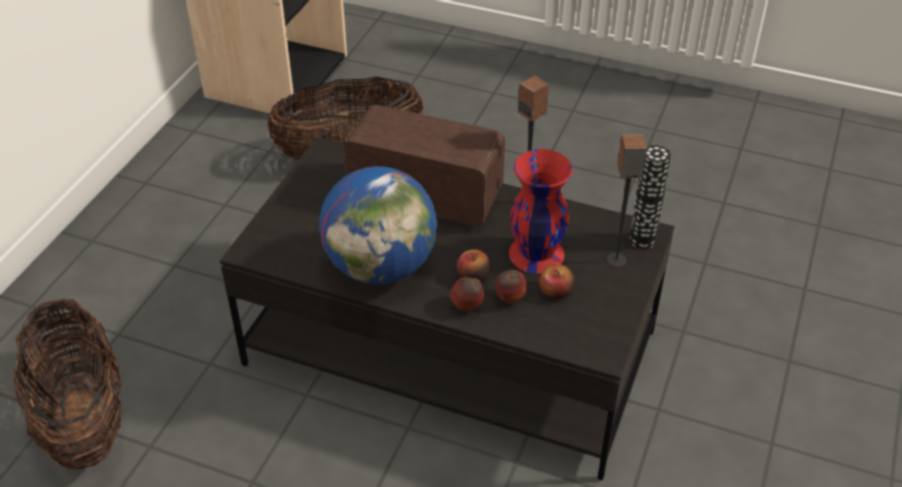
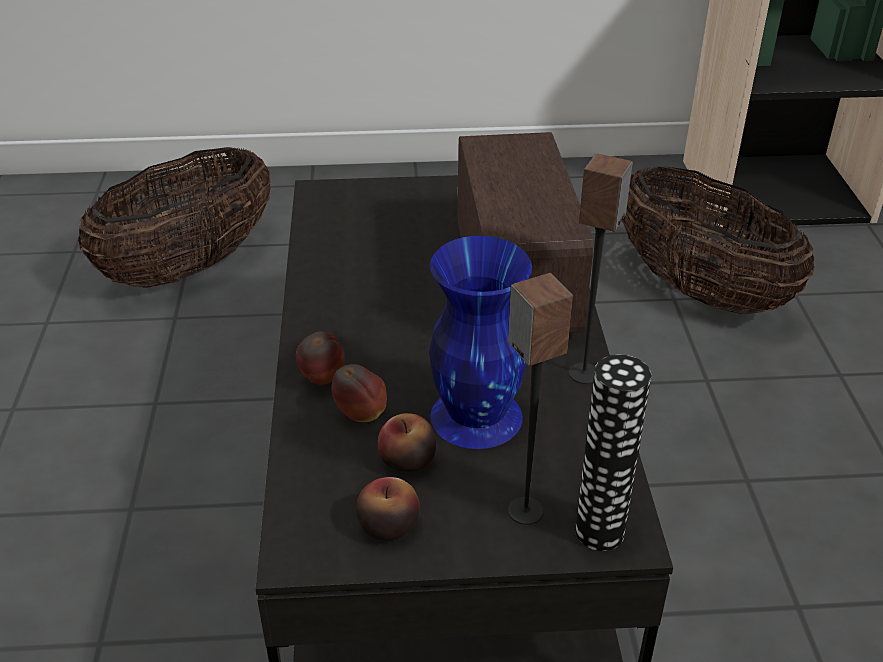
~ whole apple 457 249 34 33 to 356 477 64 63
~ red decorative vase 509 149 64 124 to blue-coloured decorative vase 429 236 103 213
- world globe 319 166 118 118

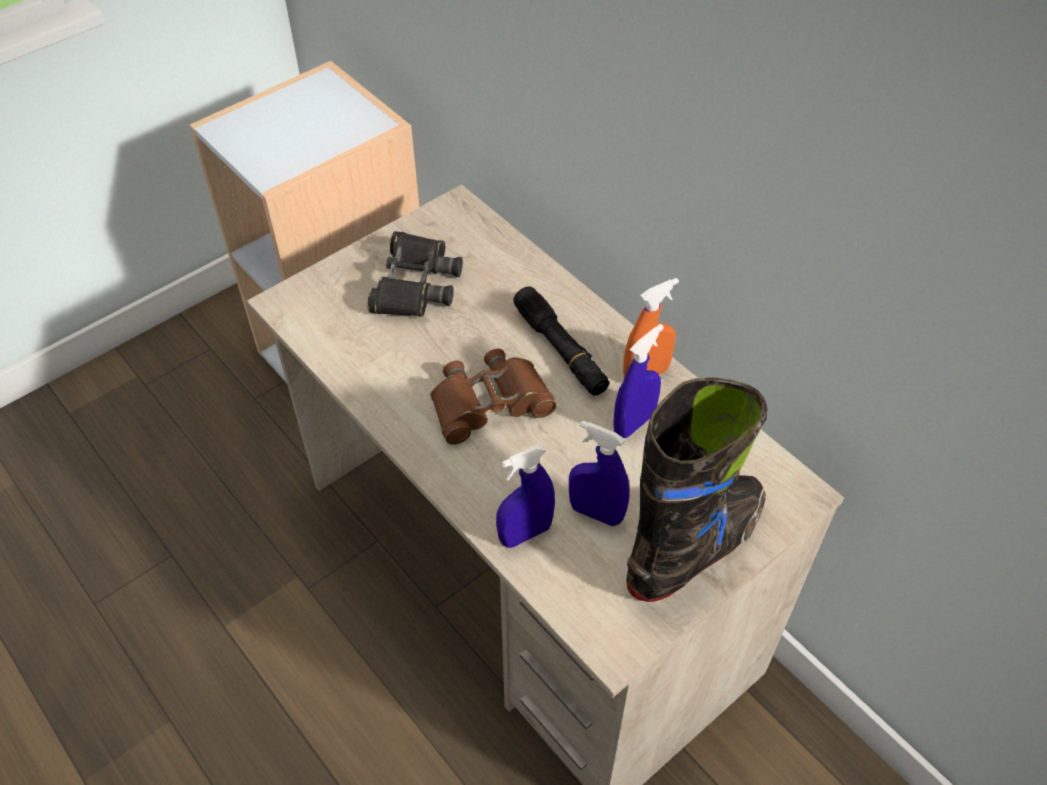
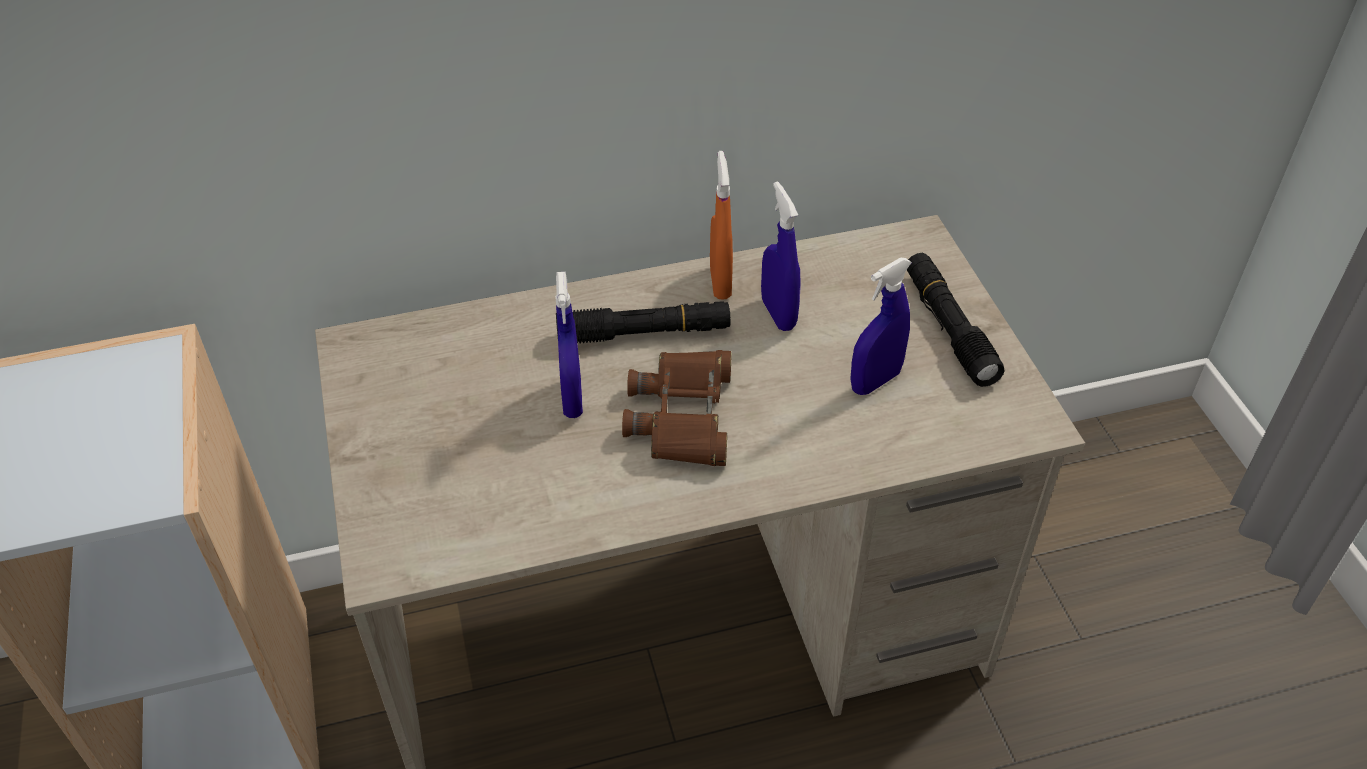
~ blue-coloured sprayer 496 445 59 103 to 555 272 28 146
~ blackish high-top boot 626 377 142 225 to blackish hand torch 907 253 97 134
- blackish field glasses 367 231 96 86

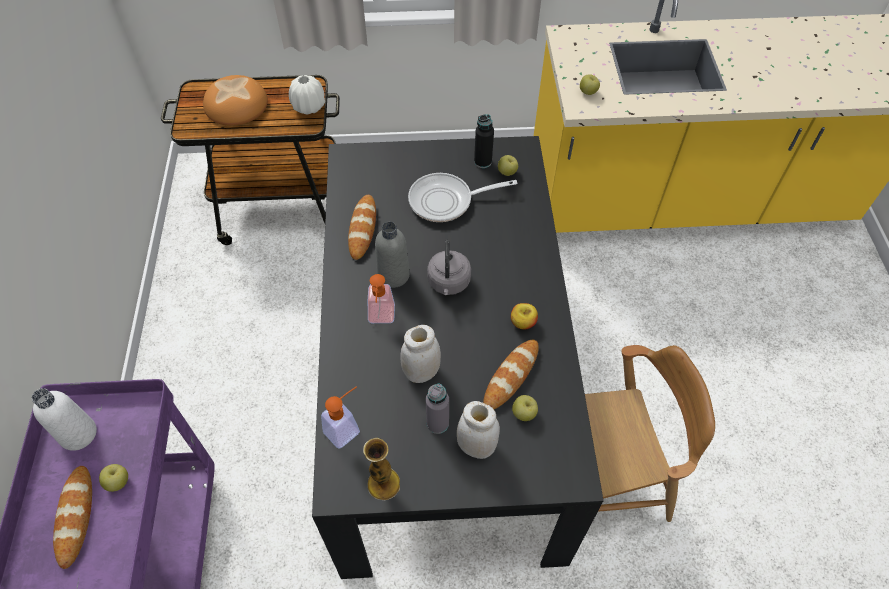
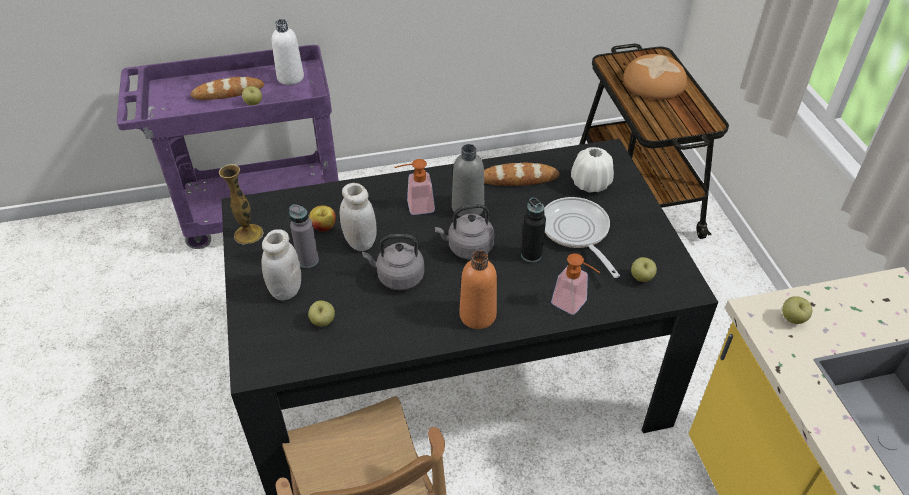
~ whole apple 511 303 27 26 to 309 206 27 26
+ greyish water kettle 362 234 62 56
+ orange bottle 459 250 38 79
~ blackish bottle 474 114 20 54 to 521 197 25 65
~ soap bottle 321 386 39 63 to 551 253 49 62
~ white-coloured decorative vase 289 75 36 40 to 571 147 43 46
- baked bread 483 340 56 69

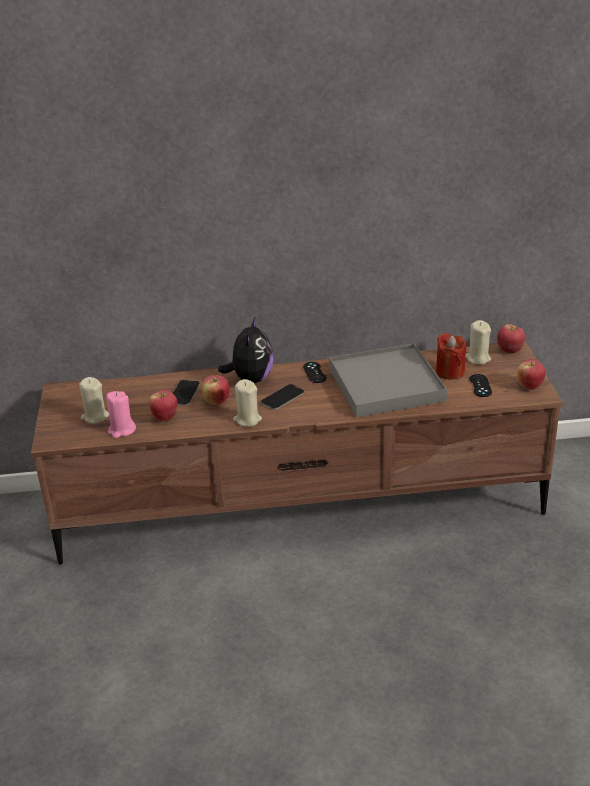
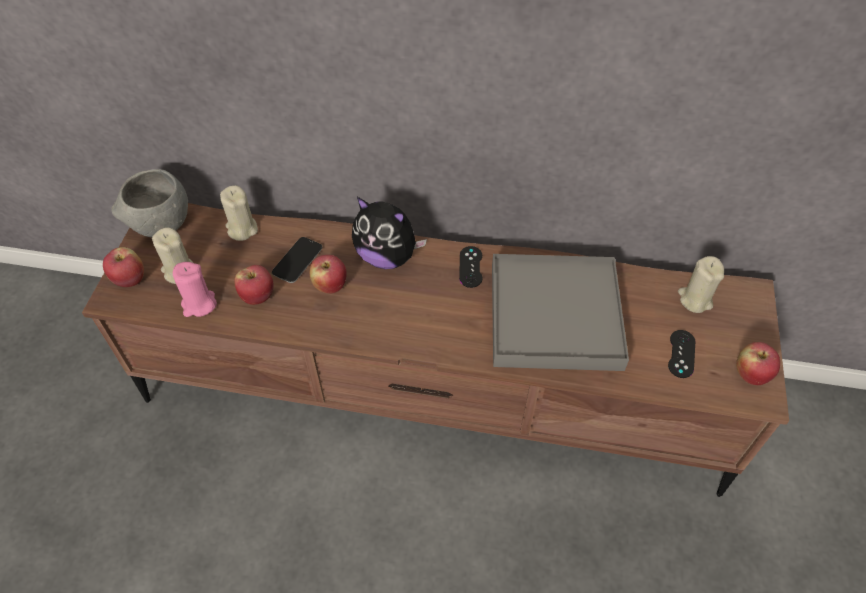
~ whole apple 497 324 28 30 to 103 247 41 40
+ greyish bowl 111 169 77 69
~ sand-coloured wax light 233 379 29 48 to 220 185 38 56
~ soft toy 218 316 55 67 = 352 197 75 72 90 degrees clockwise
- phone 261 384 43 26
- red wax light 436 333 31 46

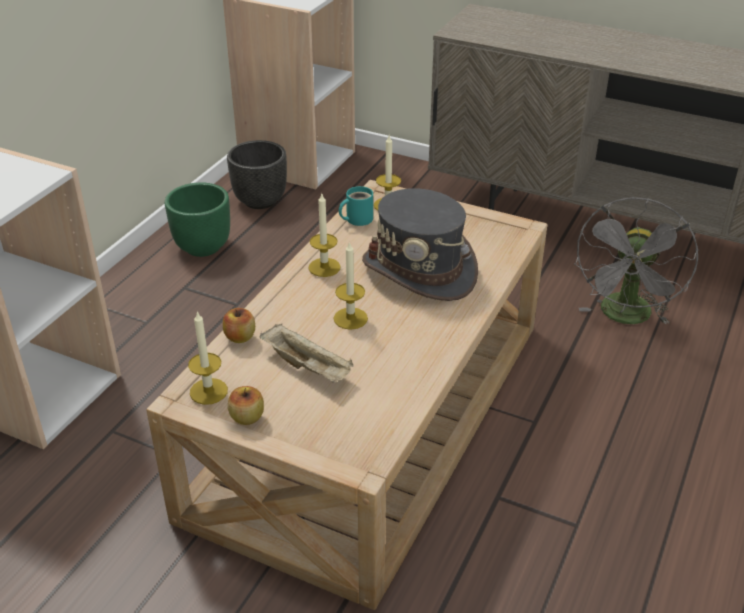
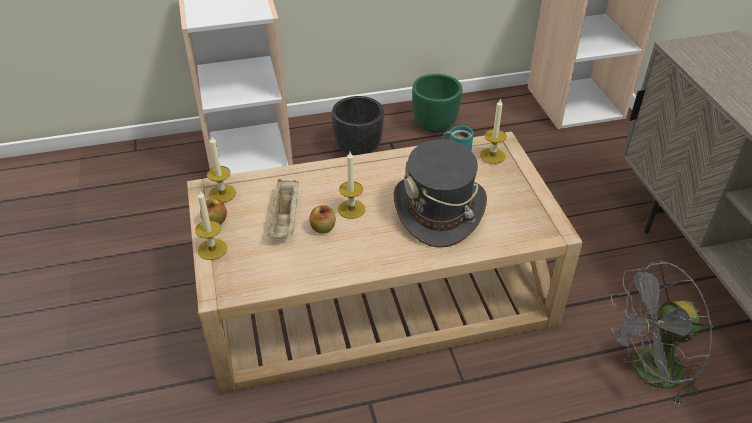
~ wax light 308 194 33 83 to 195 191 32 69
~ whole apple 223 308 32 35 to 309 205 27 29
~ blackish planter 227 140 60 69 to 332 96 52 60

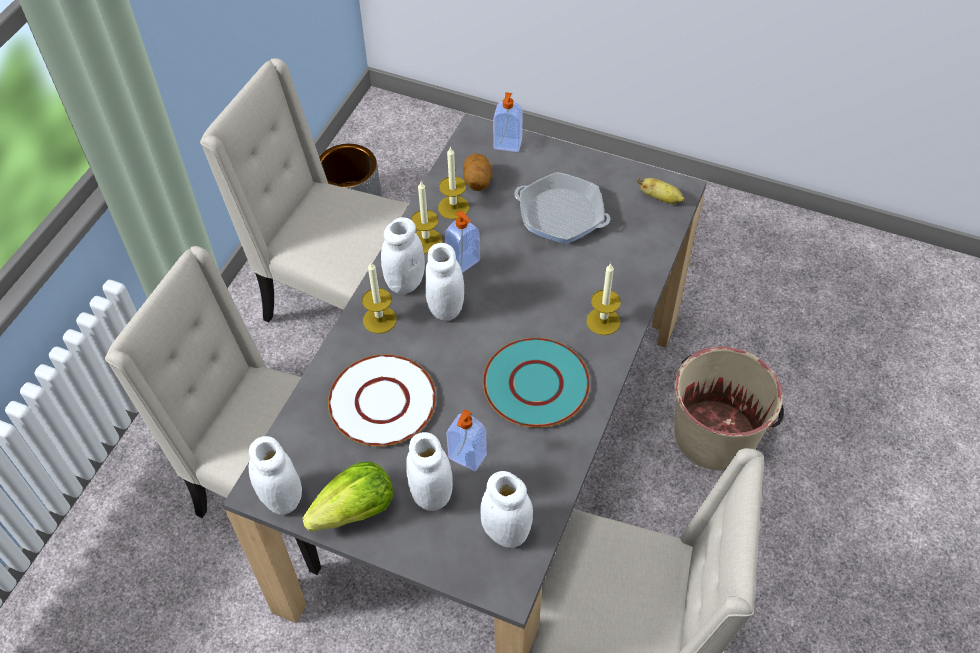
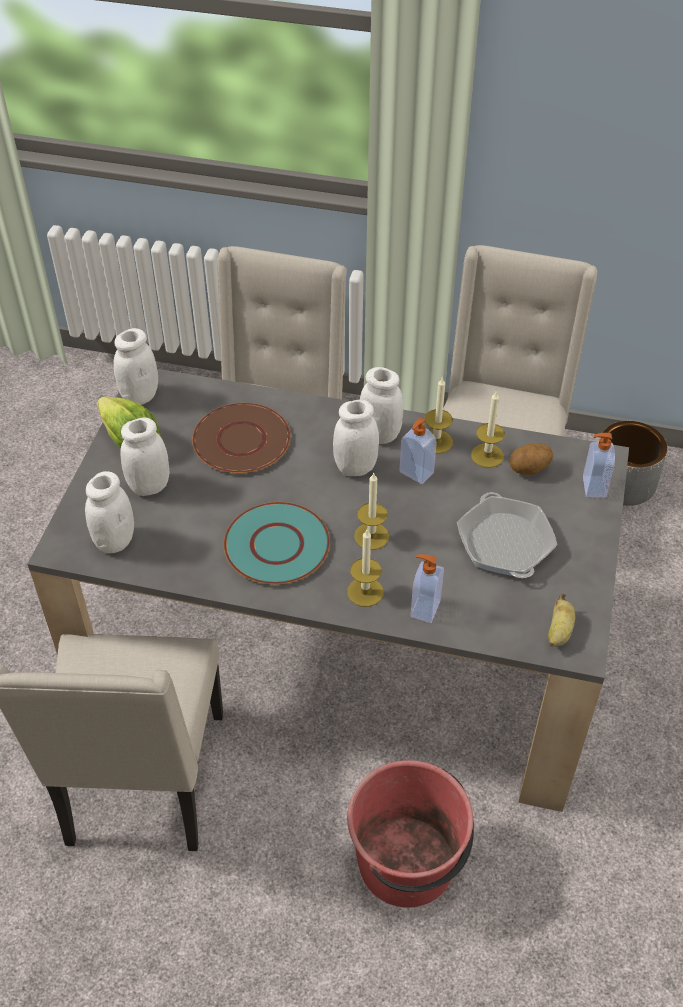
~ white-coloured plate 328 354 108 92 to brownish plate 192 403 99 70
~ sand-coloured water bucket 674 347 110 123 to red water bucket 347 760 127 148
~ wax light 362 262 35 72 to 354 473 35 77
~ soap bottle 446 409 41 63 to 411 554 33 69
~ skillet 514 172 96 72 = 457 492 101 86 150 degrees clockwise

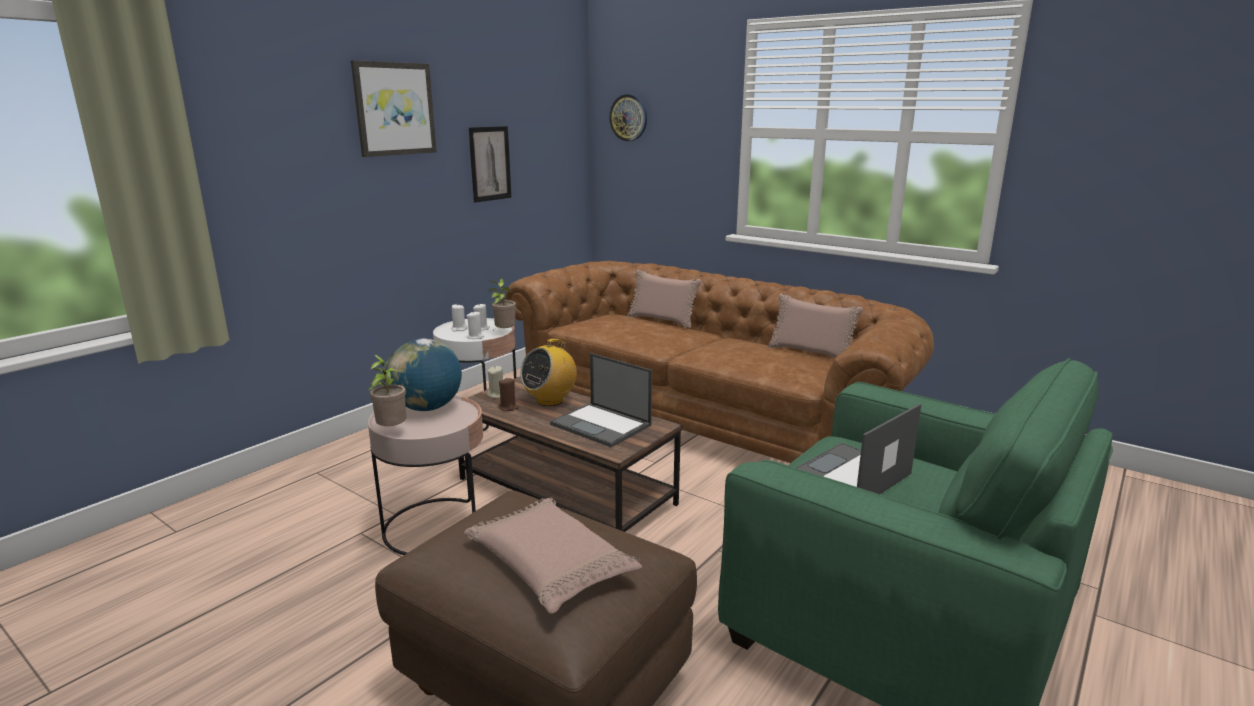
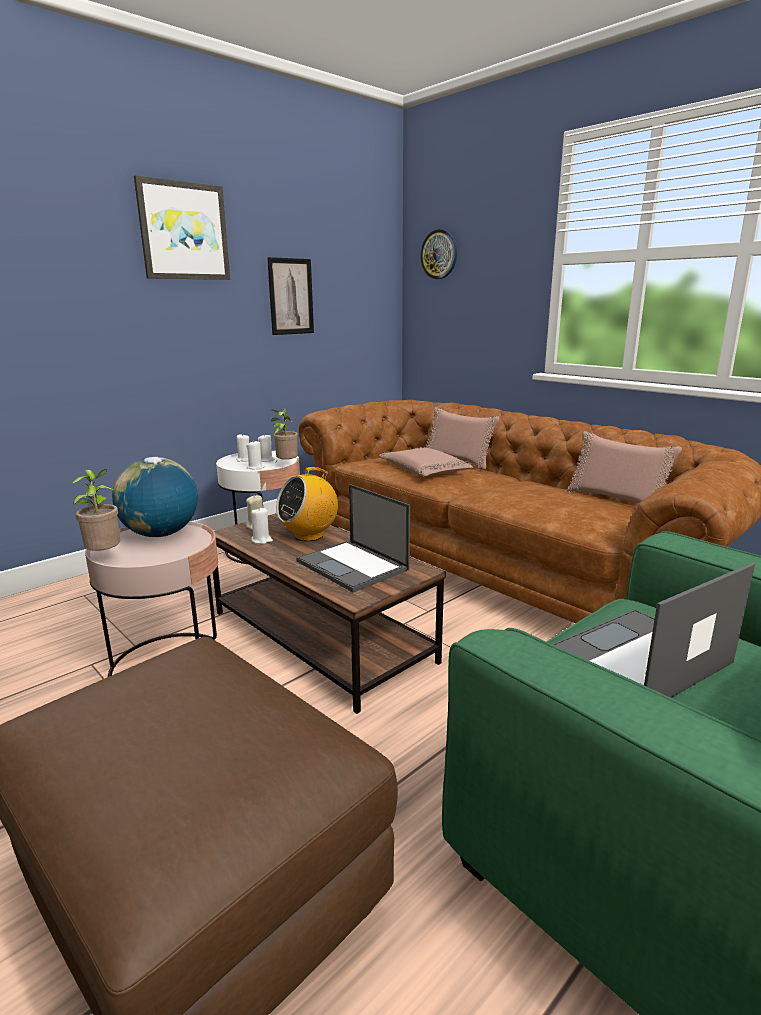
~ brownish wax light 498 378 21 33 to white-coloured wax light 251 507 22 37
~ sand-coloured throw pillow 464 498 178 116 to 379 447 94 30

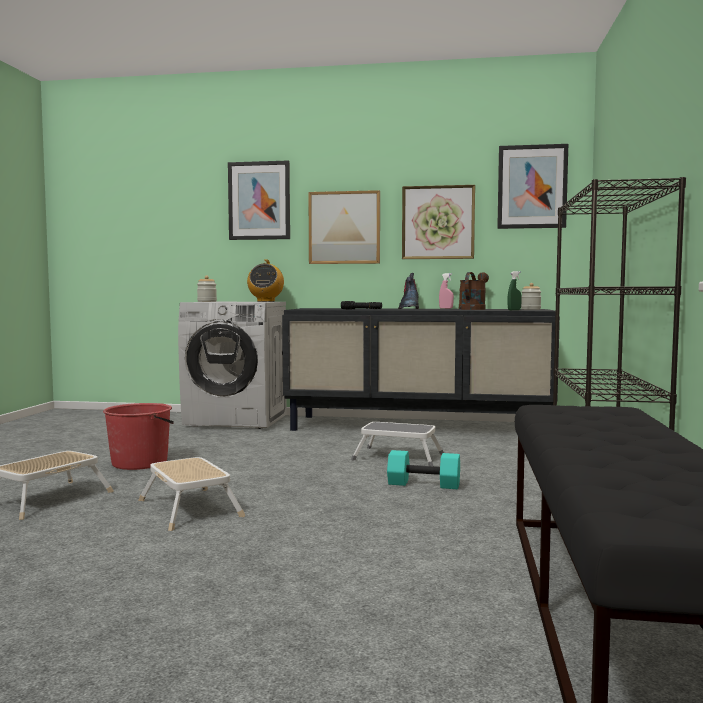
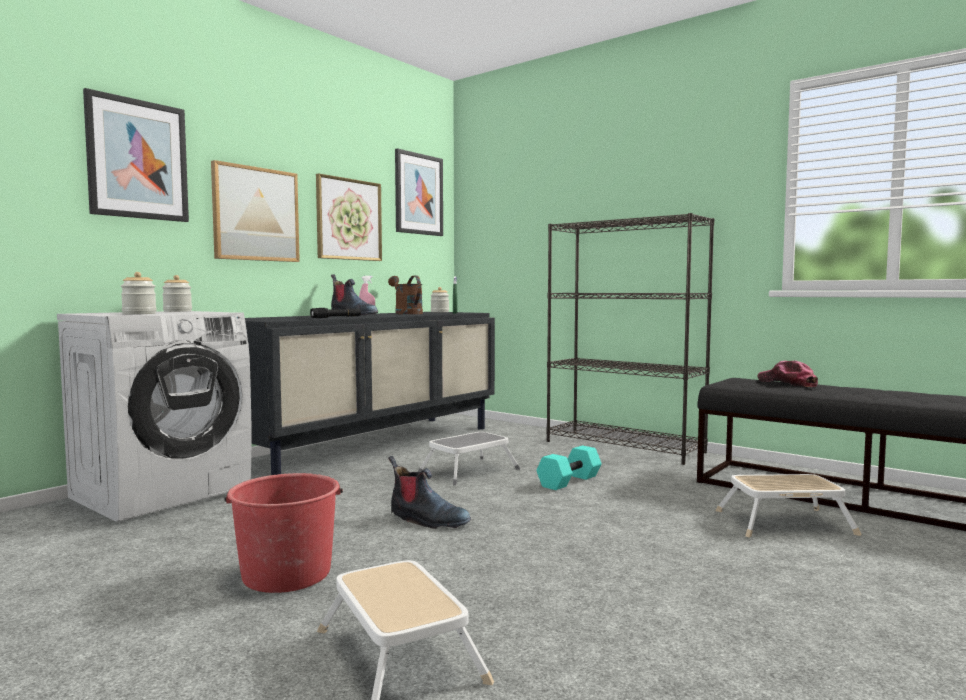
~ radio set 247 259 37 43 to jar 162 275 30 37
+ high-top boot 388 456 83 73
~ sand-coloured step ladder 138 457 107 74 to 715 474 147 63
+ cap 757 360 61 27

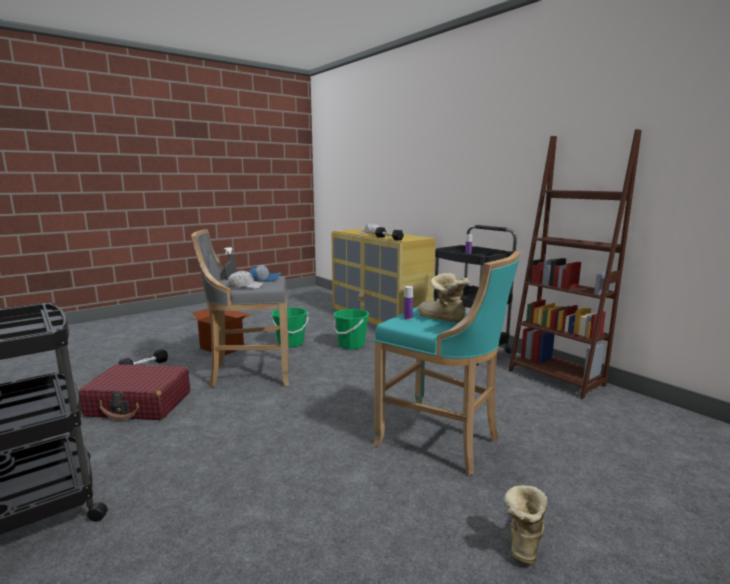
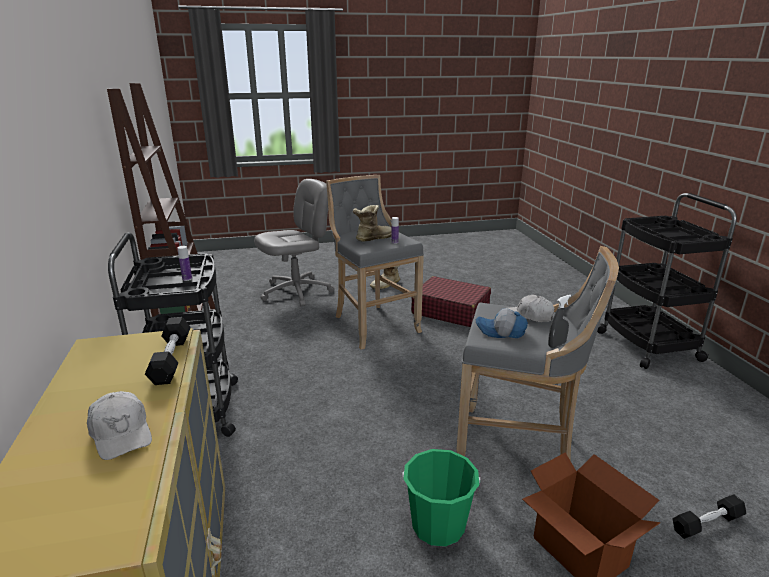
+ greyish computer chair 254 179 80 127
~ turquoise-coloured stool 373 251 147 224 to greyish stool 326 175 98 174
~ high-top boot 417 273 52 49 = 353 205 39 37 120 degrees counterclockwise
~ red suitcase 78 364 112 57 to 411 276 80 51
- green-coloured water bucket 333 309 37 41

